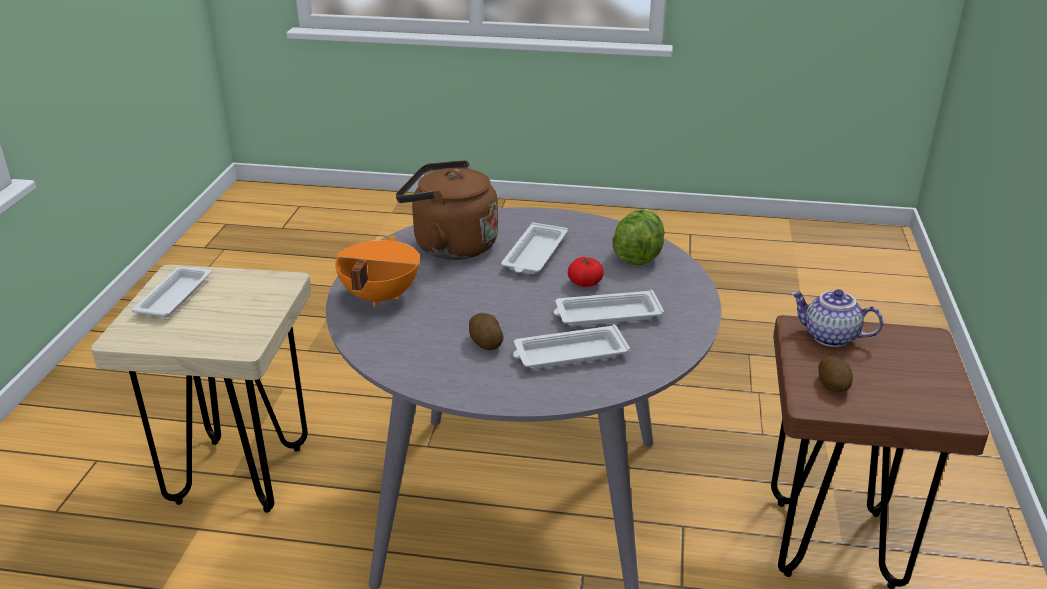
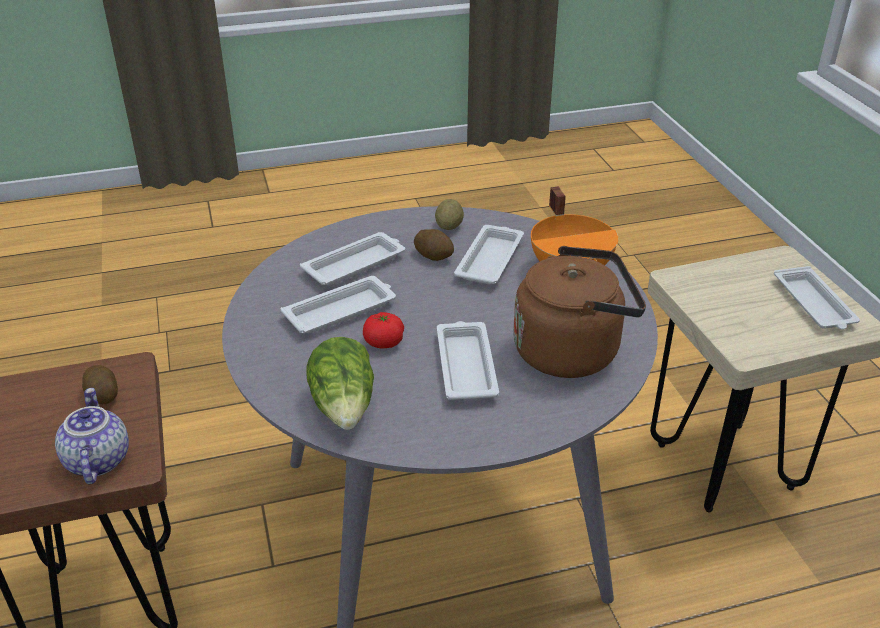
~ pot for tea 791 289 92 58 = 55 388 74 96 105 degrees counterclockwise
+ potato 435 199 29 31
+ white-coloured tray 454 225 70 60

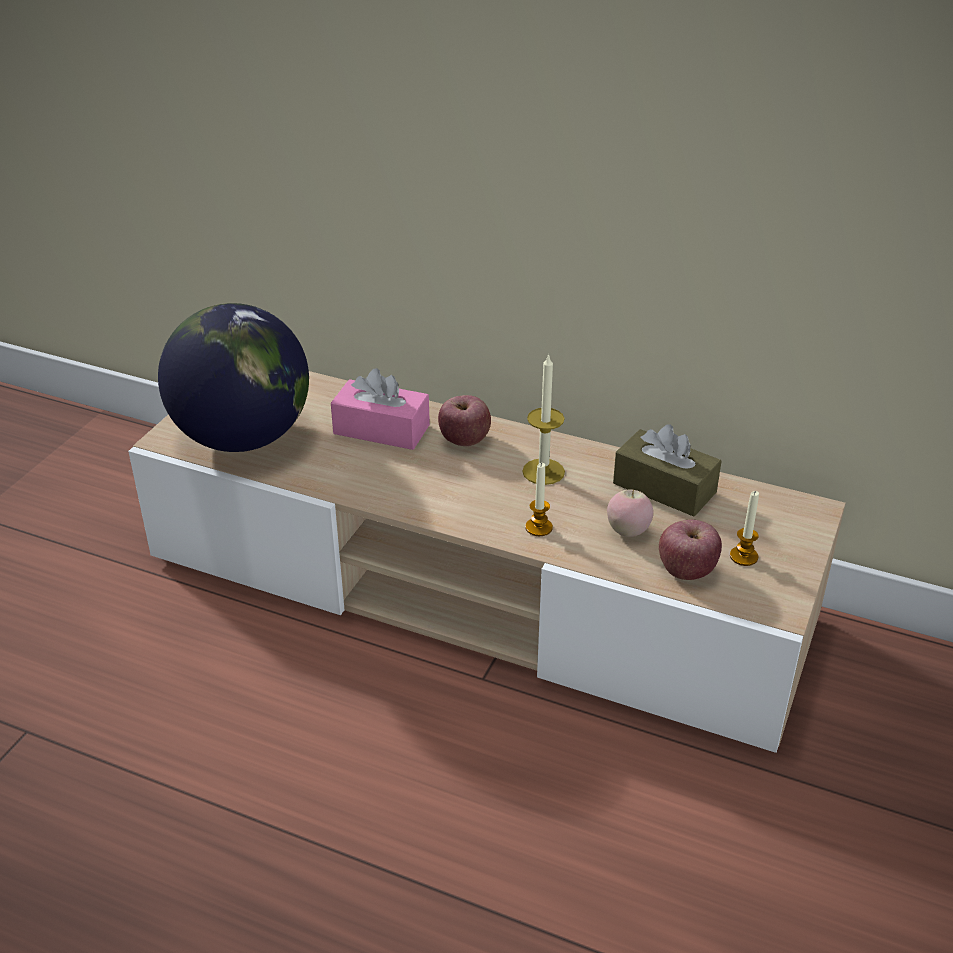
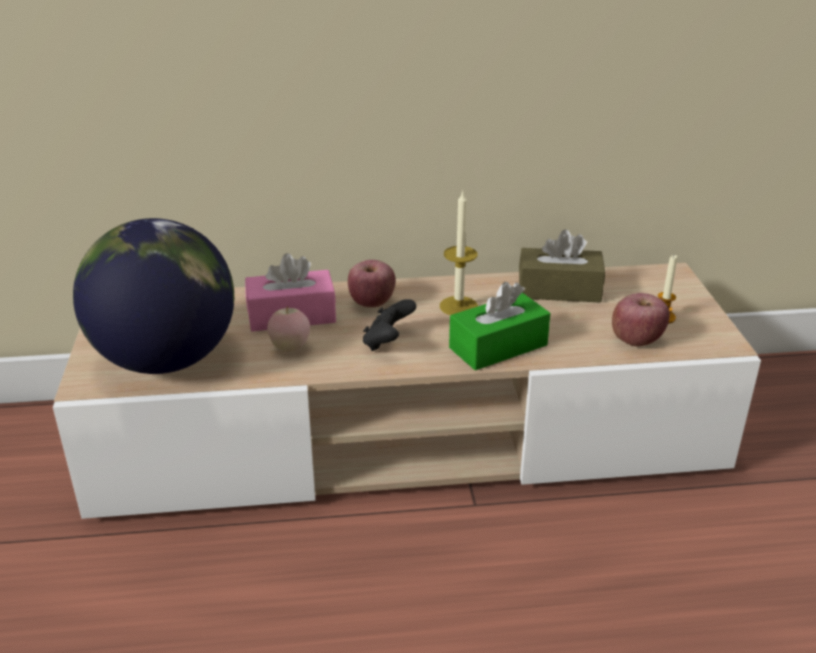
~ whole apple 607 489 47 48 to 267 306 43 46
+ blackish joypad 363 299 53 52
~ wax light 525 462 28 74 to green-coloured box of tissues 449 282 102 88

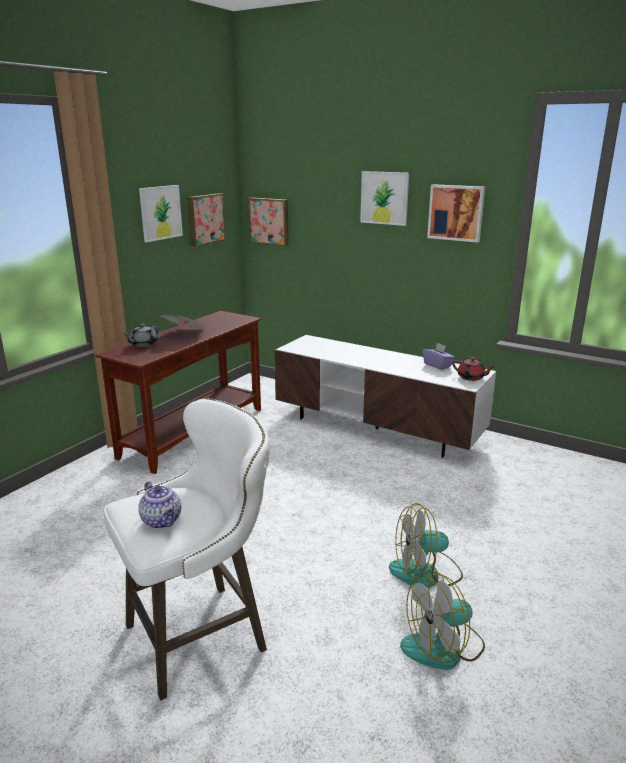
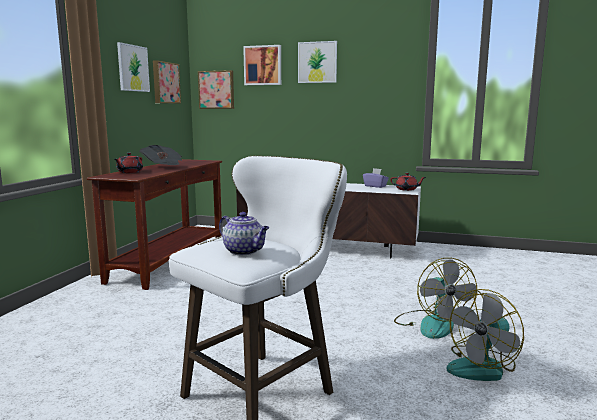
~ greyish pot for tea 124 324 35 23 to red pot for tea 115 153 28 20
~ wall picture 427 184 58 59 to 243 45 38 40
~ fan 389 503 74 85 = 394 258 83 81 75 degrees counterclockwise

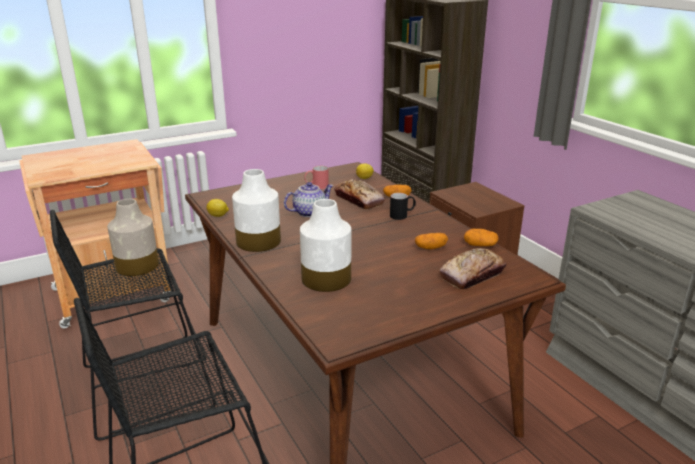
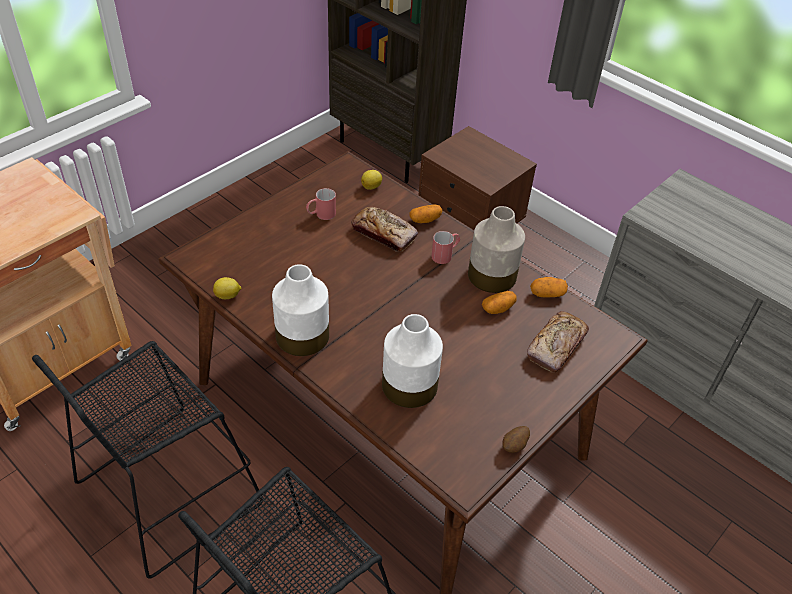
~ blackish mug 390 193 26 27 to red mug 431 231 29 33
~ sand-coloured decorative vase 107 199 52 77 to 468 206 57 87
+ potato 502 426 28 27
- pot for tea 284 182 50 35

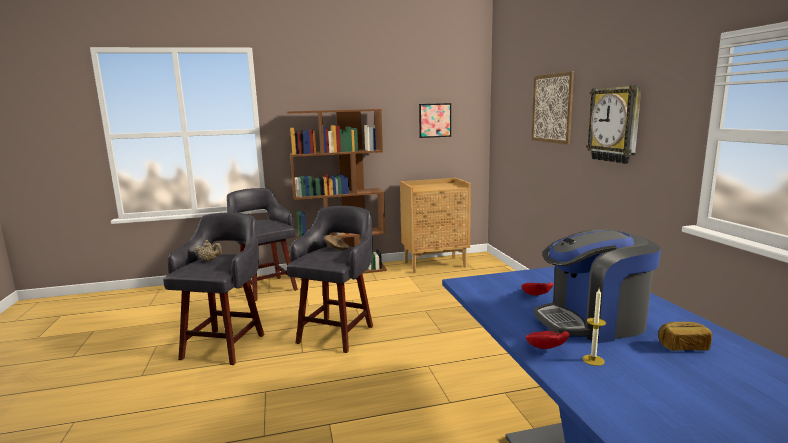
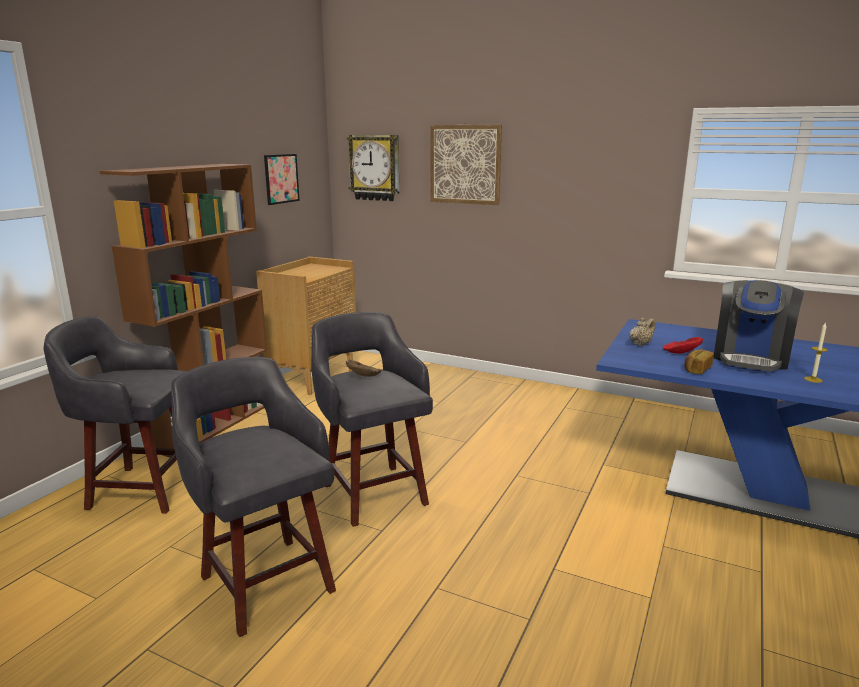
~ wall clock 586 85 56 79 to 347 135 52 66
~ sand-coloured pot for tea 194 240 28 21 to 629 318 26 28
~ baked bread 658 322 54 29 to 684 349 30 25
- red bowl 526 330 44 19

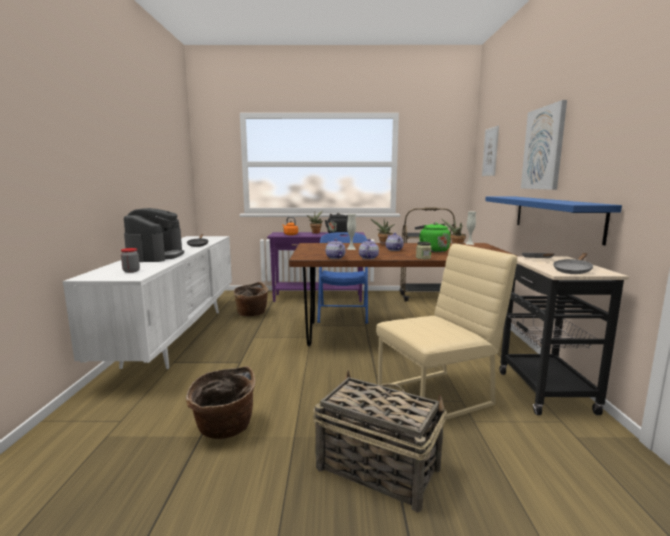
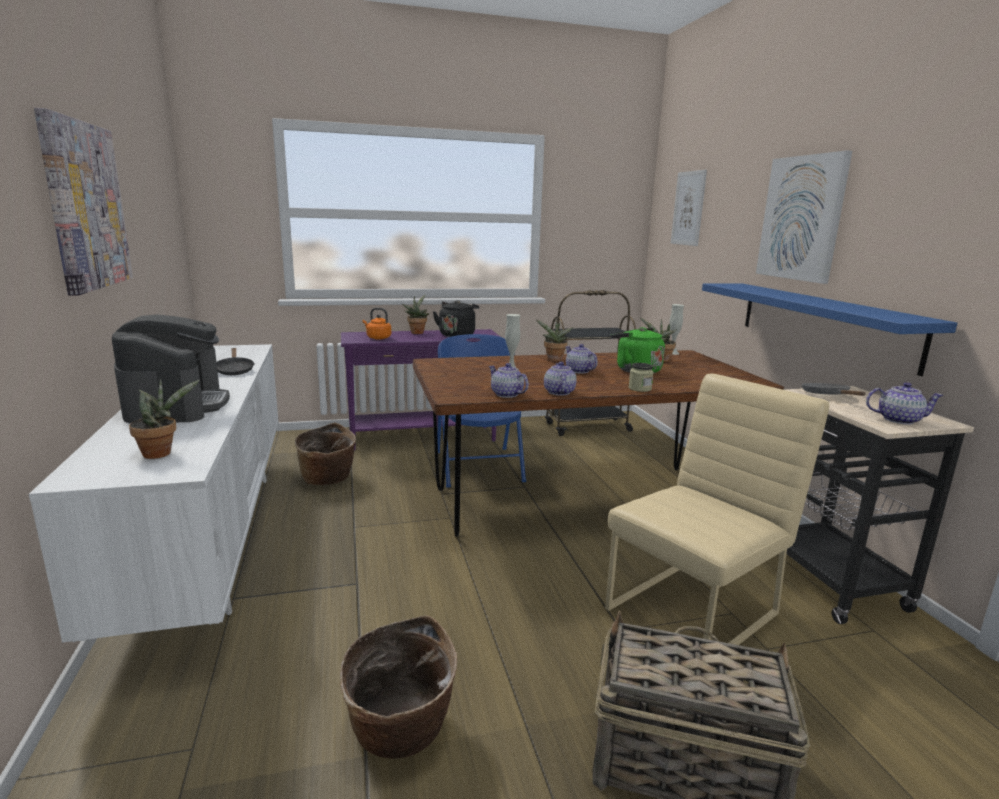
+ wall picture 34 108 99 188
~ jar 121 248 19 25 to houseplant 129 379 70 80
~ greyish skillet 553 253 40 21 to pot for tea 866 382 78 43

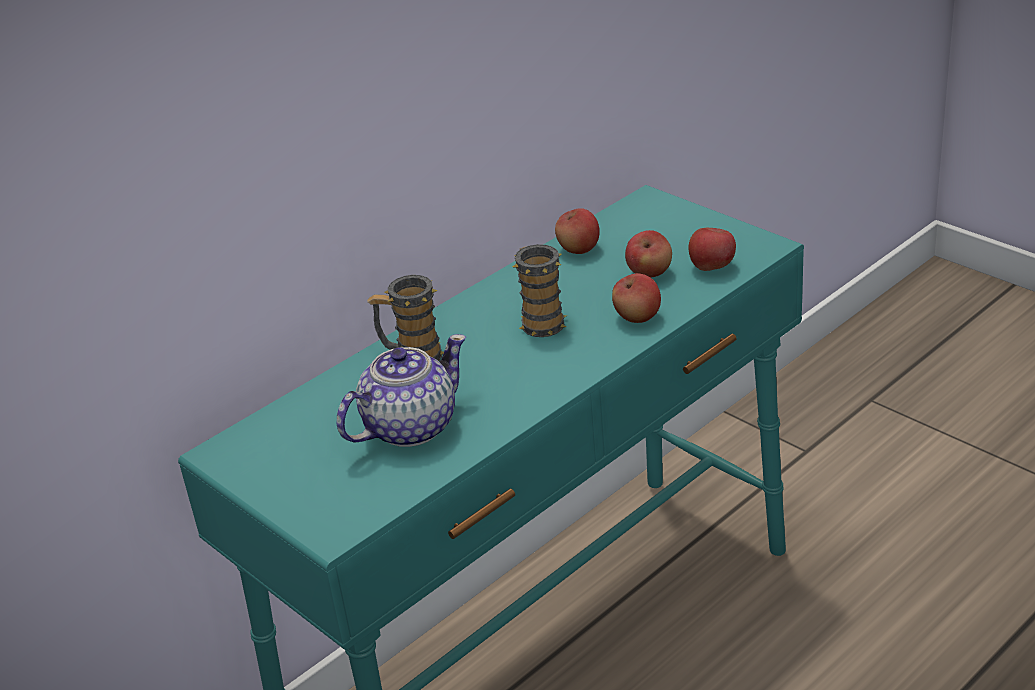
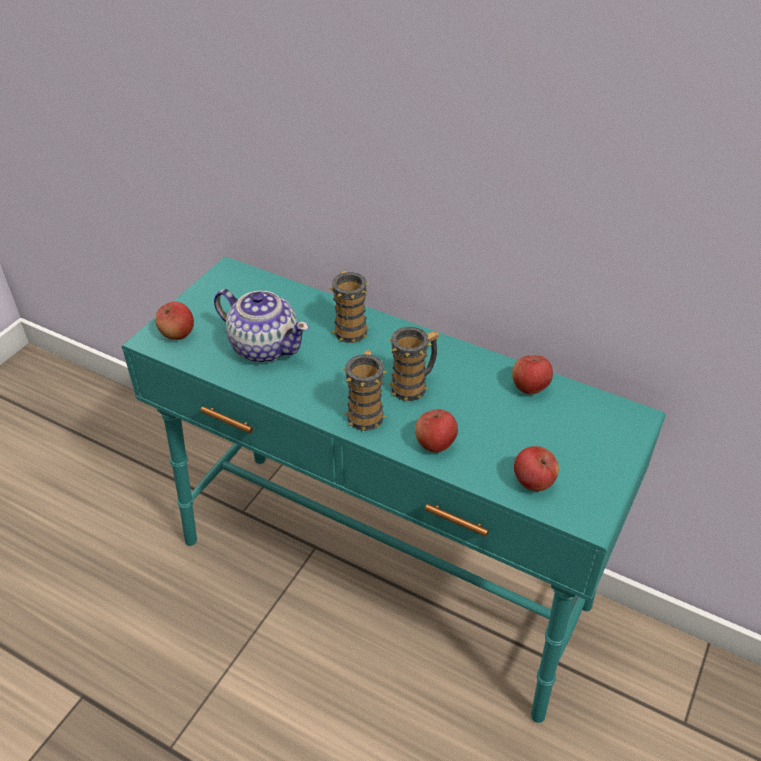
~ whole apple 625 230 47 48 to 155 301 39 39
+ mug 342 350 45 81

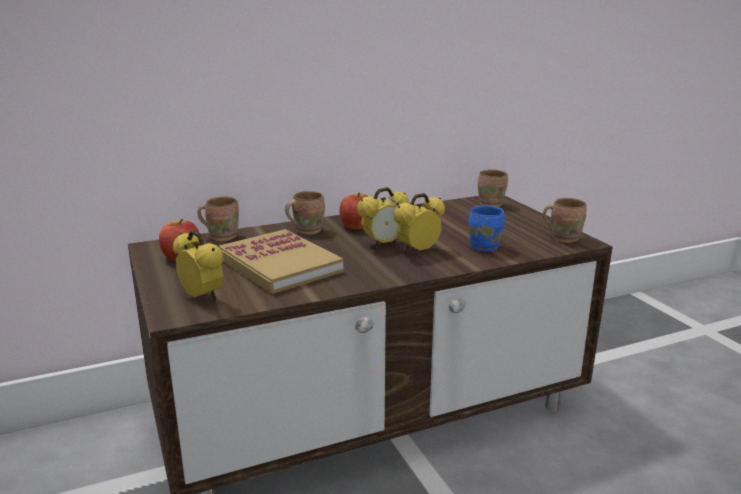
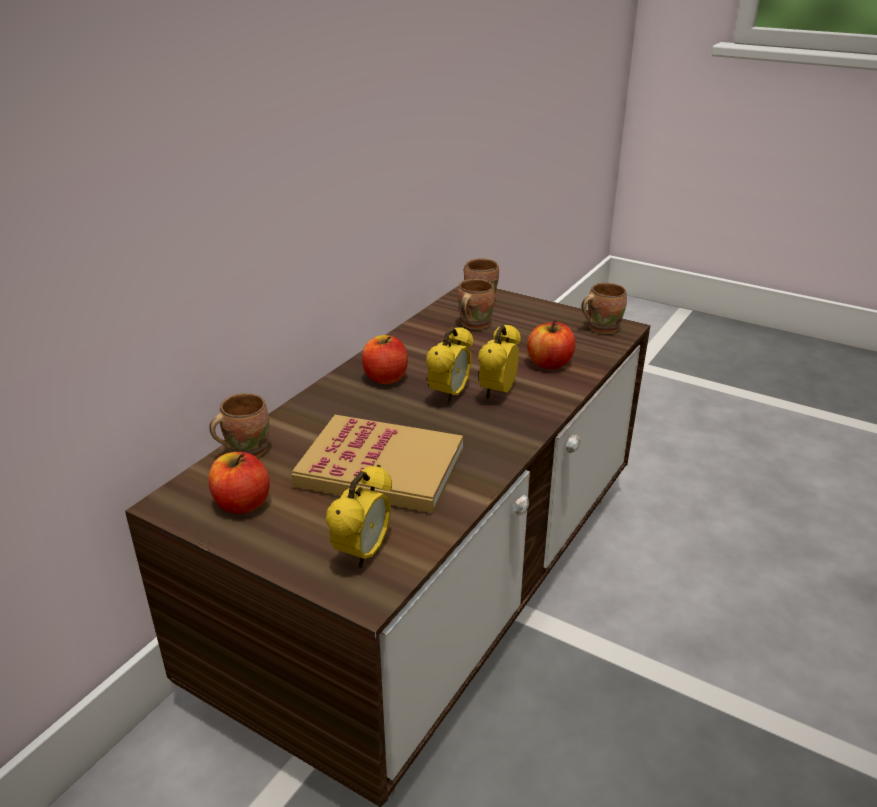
~ table clock 173 230 51 71 = 326 464 66 104 105 degrees clockwise
~ brownish mug 285 191 40 44 to 457 279 38 51
~ blue-coloured mug 468 205 37 47 to whole apple 527 320 49 49

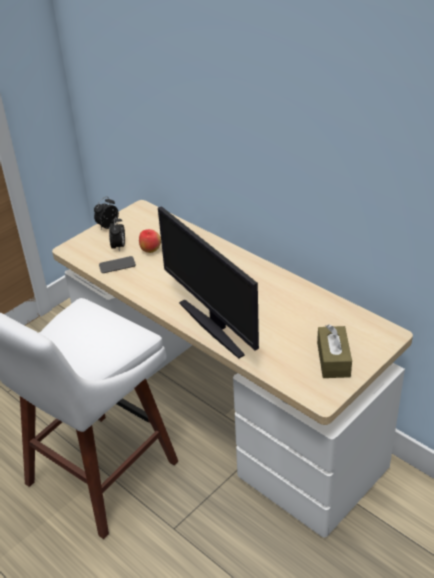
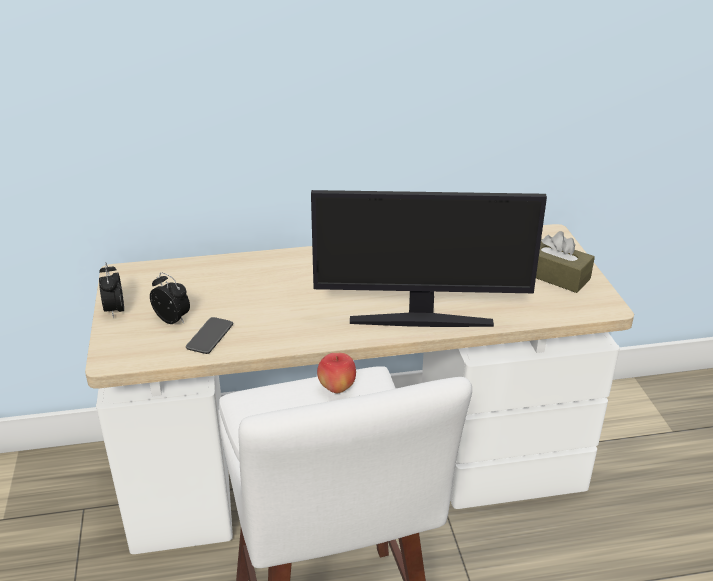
~ whole apple 139 229 22 24 to 317 353 39 40

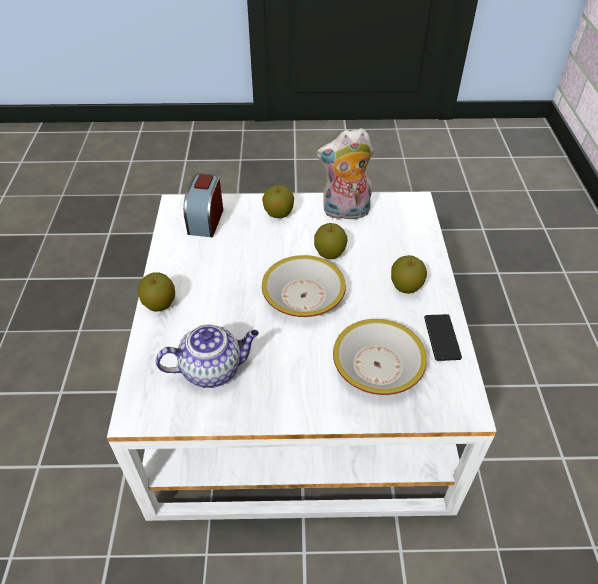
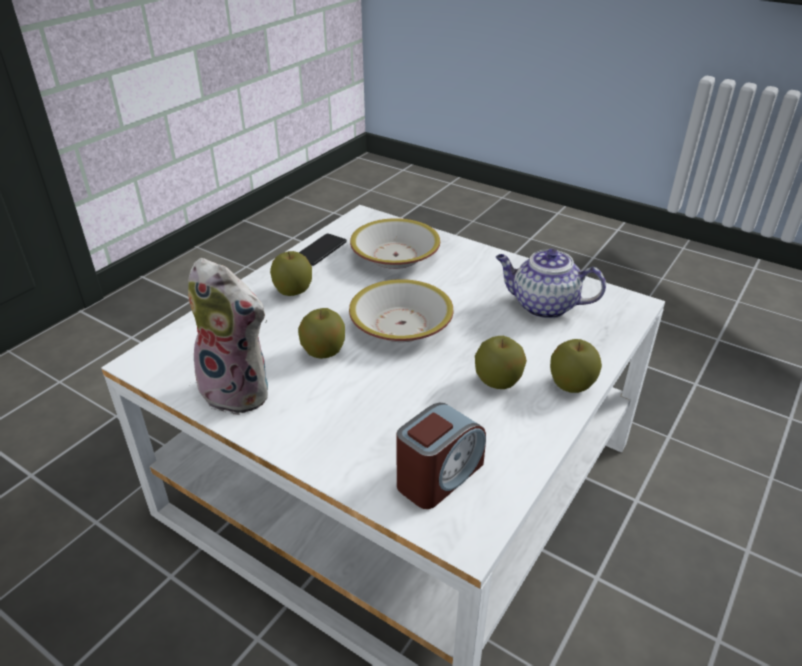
~ whole apple 262 185 32 33 to 475 336 52 53

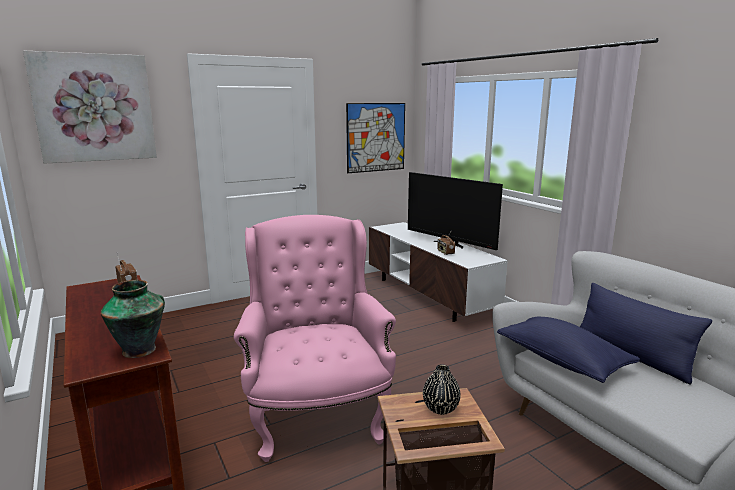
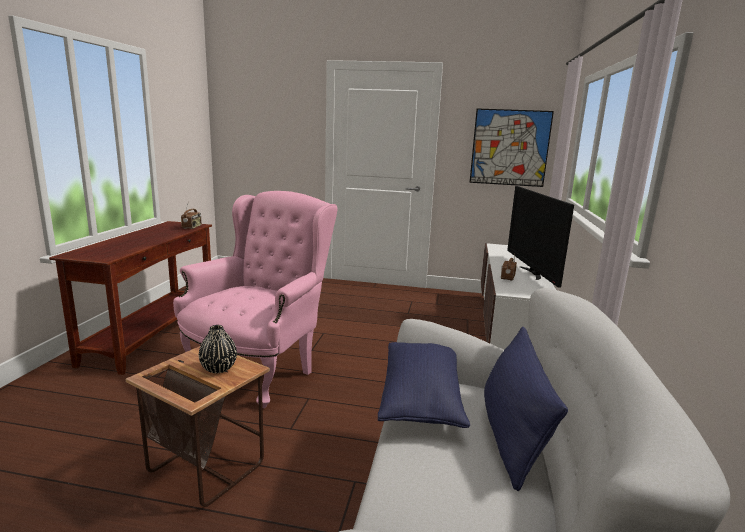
- wall picture 23 50 134 114
- decorative vase 101 280 64 78

